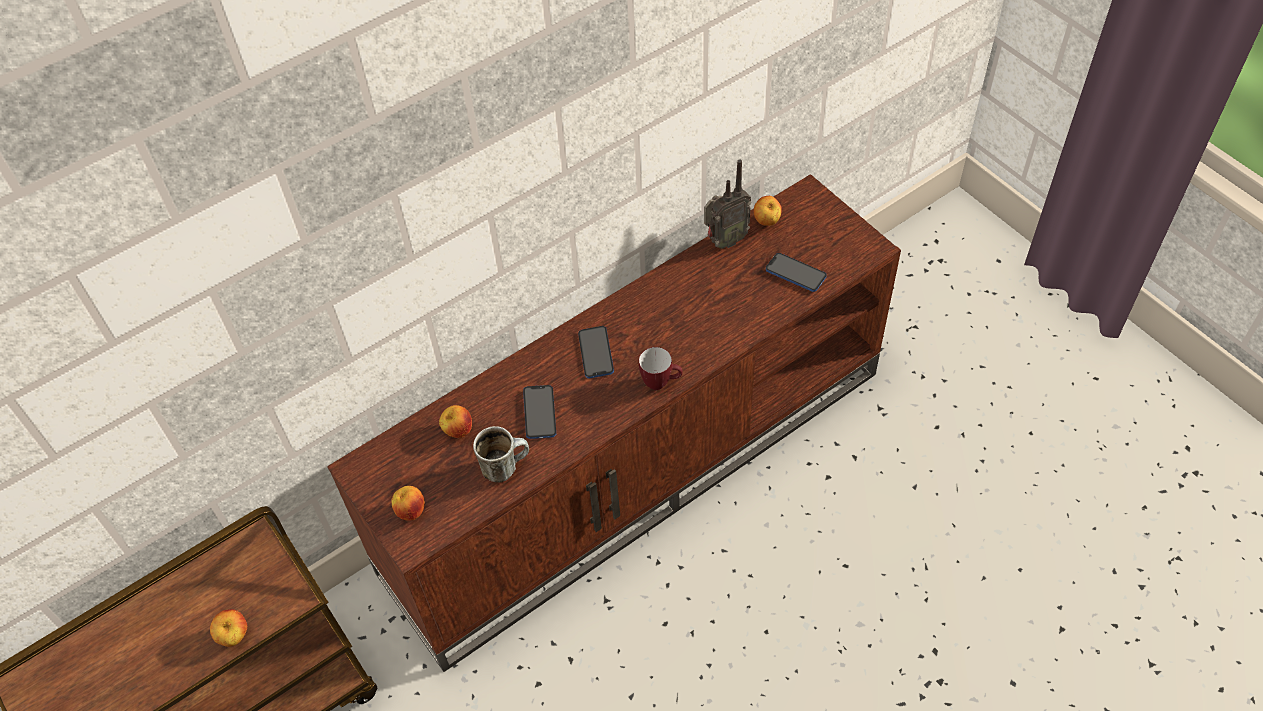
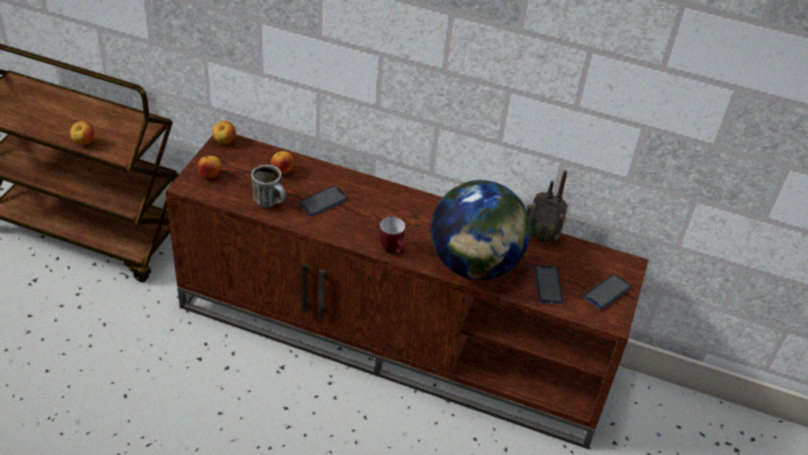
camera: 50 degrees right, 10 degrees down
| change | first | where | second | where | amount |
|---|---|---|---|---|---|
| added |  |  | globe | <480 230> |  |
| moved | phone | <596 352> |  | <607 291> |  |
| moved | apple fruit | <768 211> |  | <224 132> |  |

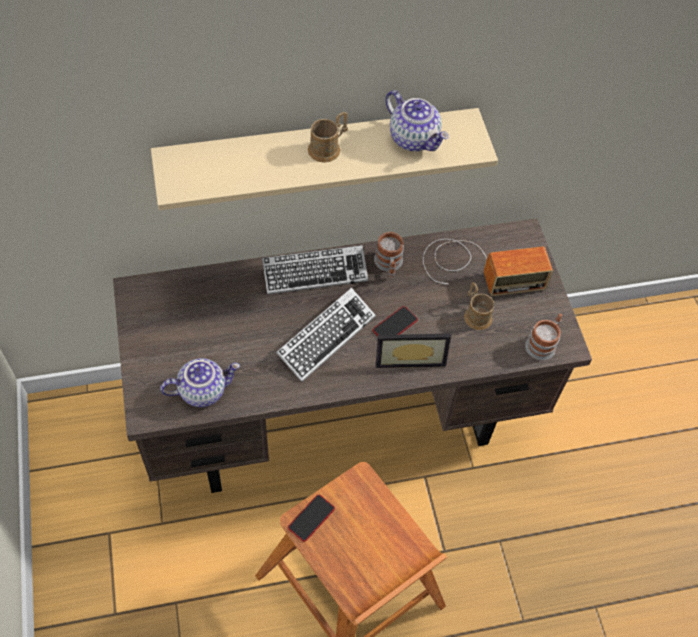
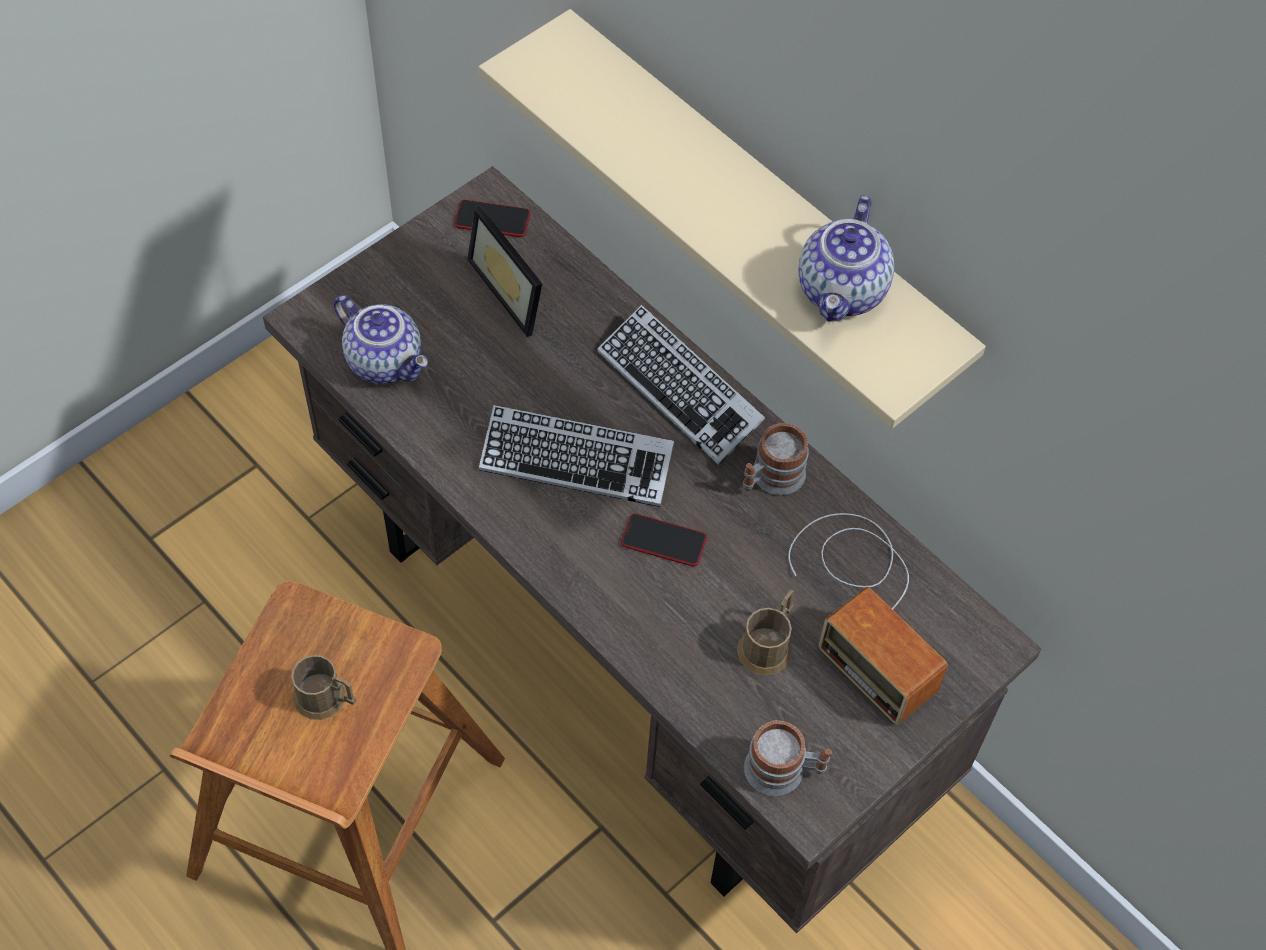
camera: 60 degrees right, 0 degrees up
| change | first | where | second | where | amount |
|---|---|---|---|---|---|
| moved | phone | <311 518> |  | <492 218> |  |
| moved | brown tea mug | <328 137> |  | <323 687> |  |
| moved | standing frame | <413 351> |  | <504 271> |  |

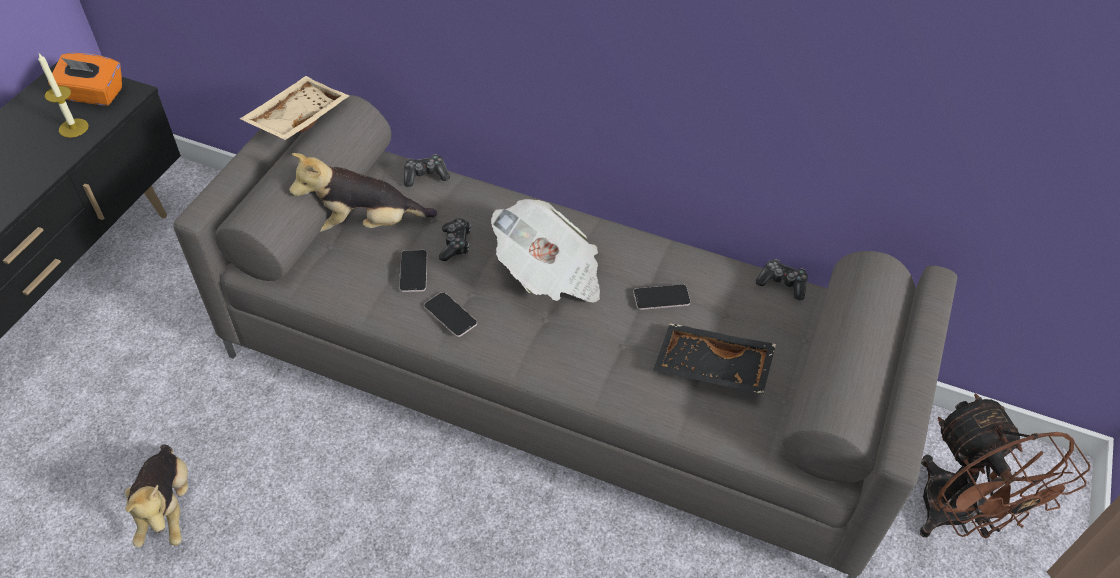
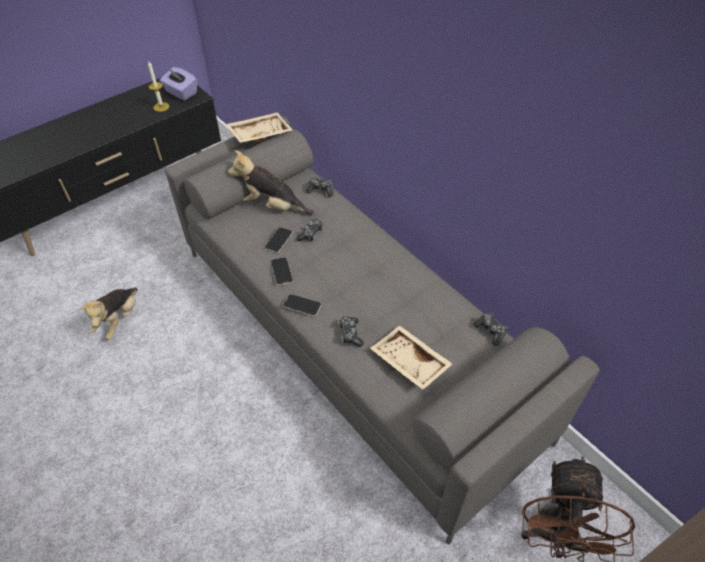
camera: 30 degrees right, 0 degrees up
| change | first | where | second | where | amount |
|---|---|---|---|---|---|
| removed | daily paper | <545 251> |  |  |  |
| added |  |  | game controller | <351 331> |  |
| moved | phone | <662 297> |  | <302 305> |  |
| recoloured | orange box of tissues | <85 79> | purplish box of tissues | <178 84> |  |
| recoloured | black tray | <714 358> | beige-coloured tray | <411 358> |  |

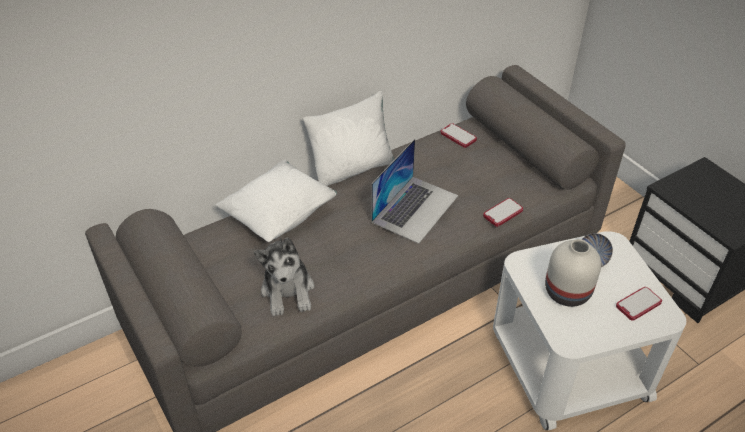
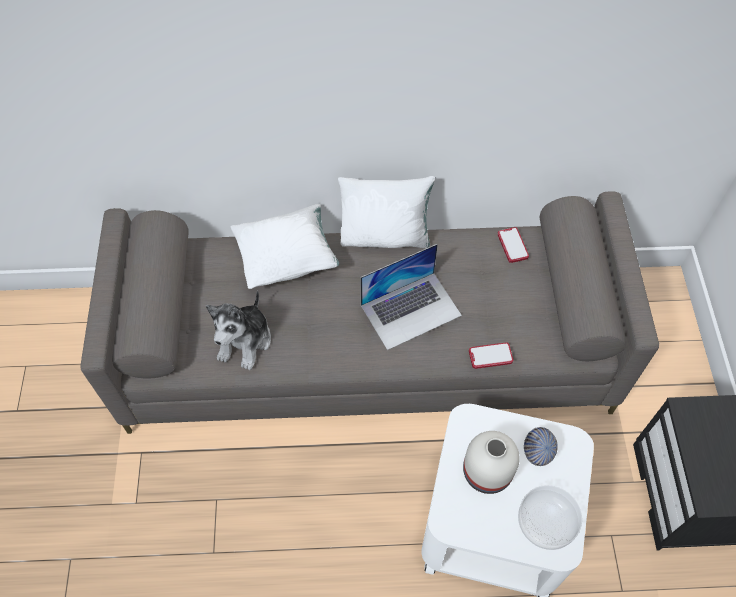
camera: 30 degrees right, 15 degrees up
| change | first | where | second | where | amount |
|---|---|---|---|---|---|
| replaced | phone | <639 304> | bowl | <550 517> |  |

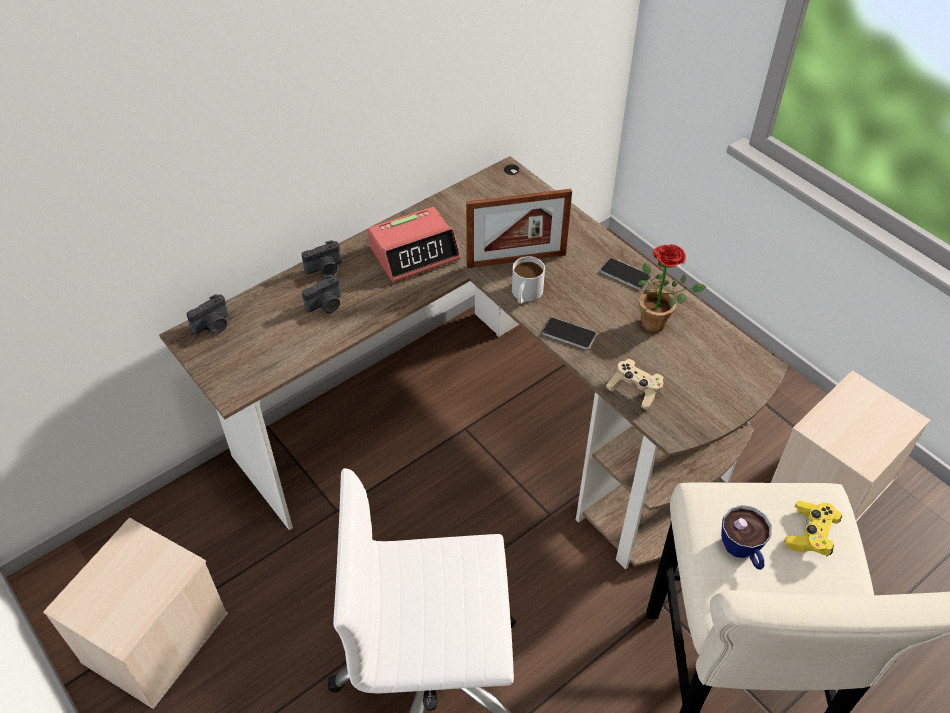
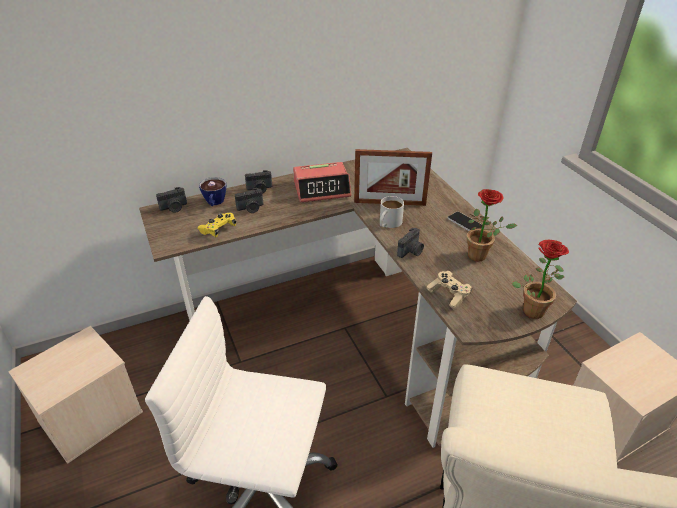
camera: 15 degrees right, 10 degrees down
| change | first | where | second | where | amount |
|---|---|---|---|---|---|
| added |  |  | plant in a pot | <540 279> |  |
| moved | drinking cup | <746 537> |  | <212 191> |  |
| moved | yellowish game controller | <813 528> |  | <217 225> |  |
| replaced | phone | <569 333> | photo camera | <410 243> |  |

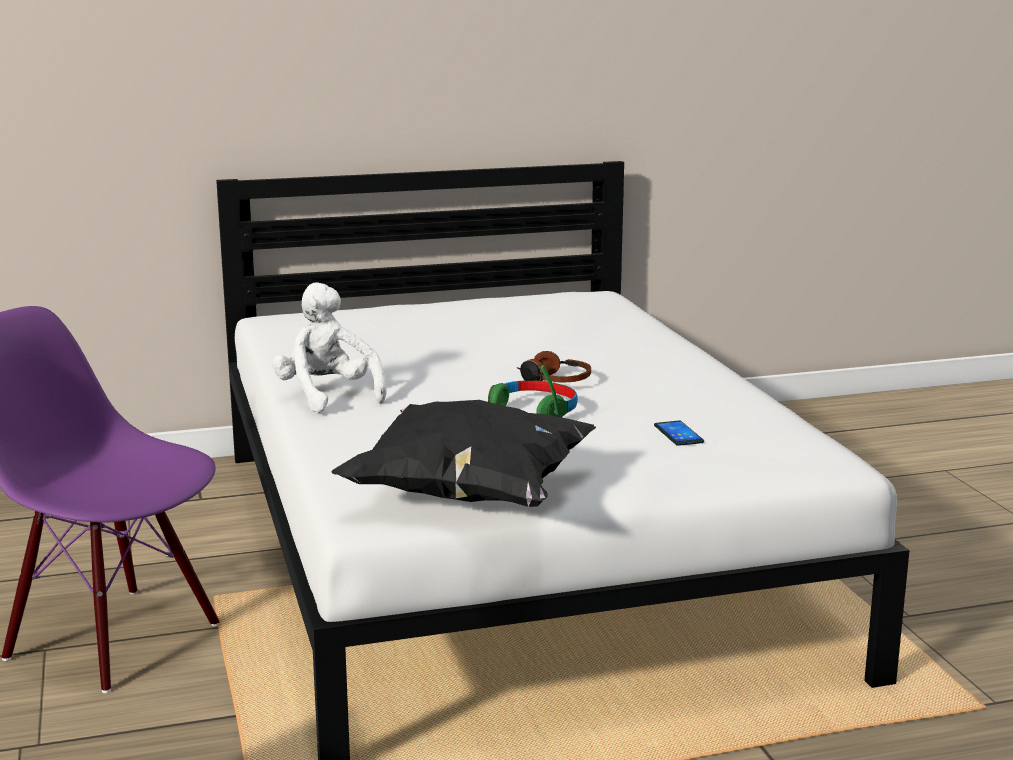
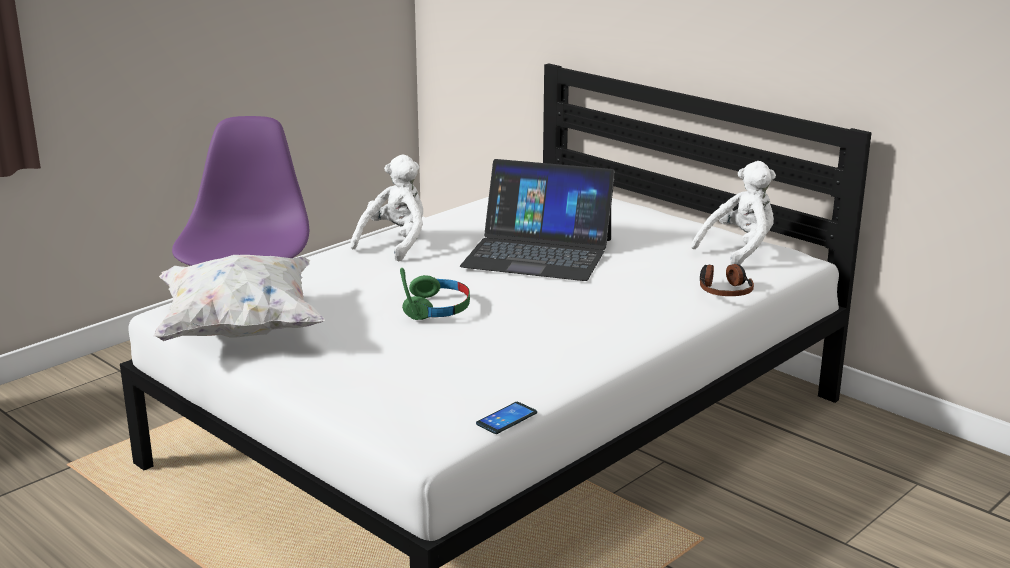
camera: 60 degrees right, 5 degrees up
| change | first | where | second | where | amount |
|---|---|---|---|---|---|
| added |  |  | notebook computer | <537 220> |  |
| added |  |  | white plush toy | <733 213> |  |
| moved | headphones | <553 366> |  | <727 280> |  |
| moved | phone | <679 433> |  | <506 418> |  |
| recoloured | black pillow | <464 453> | white pillow | <239 298> |  |

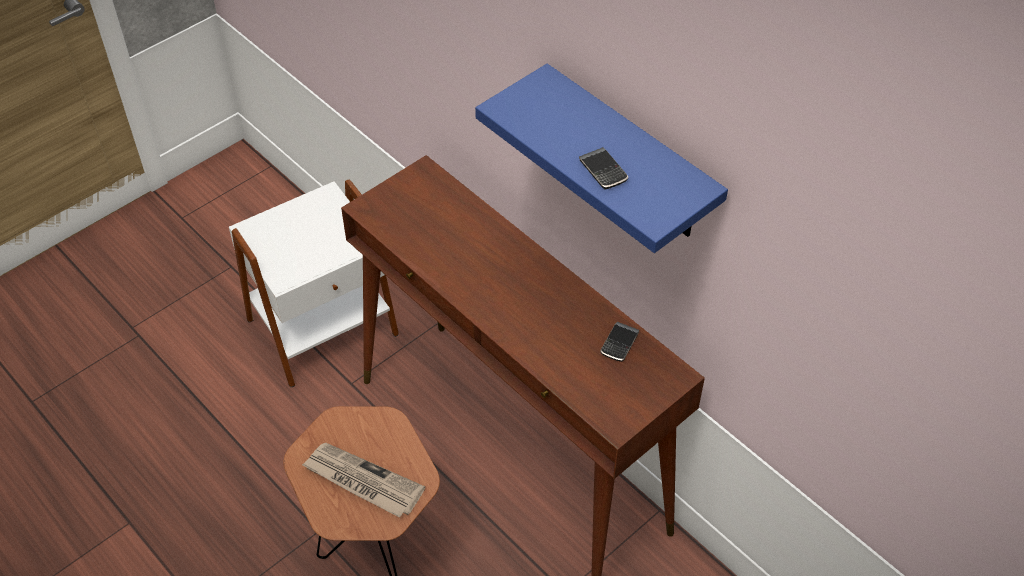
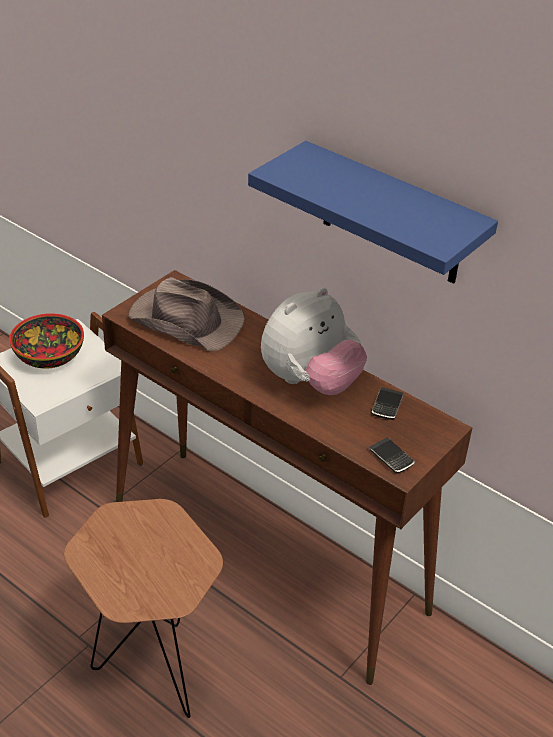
camera: 10 degrees left, 10 degrees down
| change | first | where | second | where | amount |
|---|---|---|---|---|---|
| removed | daily paper | <363 480> |  |  |  |
| added |  |  | bowl | <46 341> |  |
| added |  |  | brown wearable hat | <186 314> |  |
| added |  |  | plush toy | <314 341> |  |
| moved | phone | <603 168> |  | <392 456> |  |

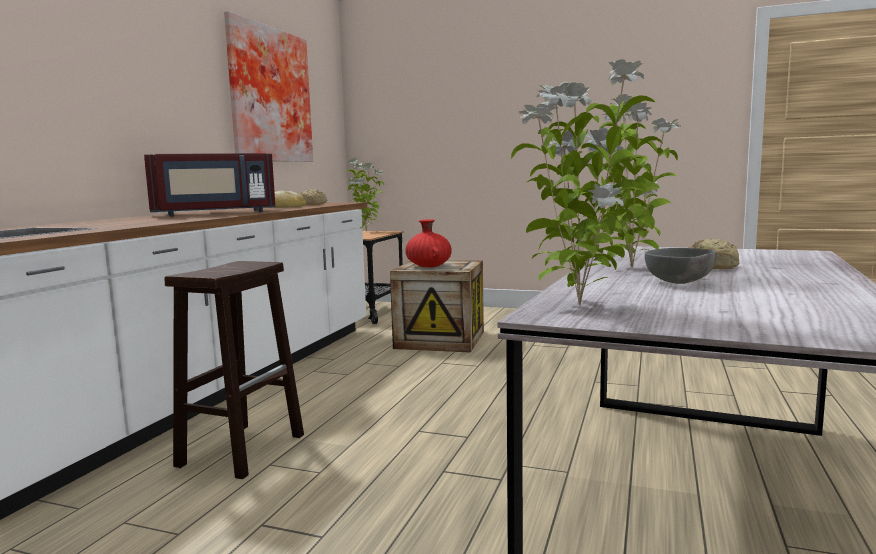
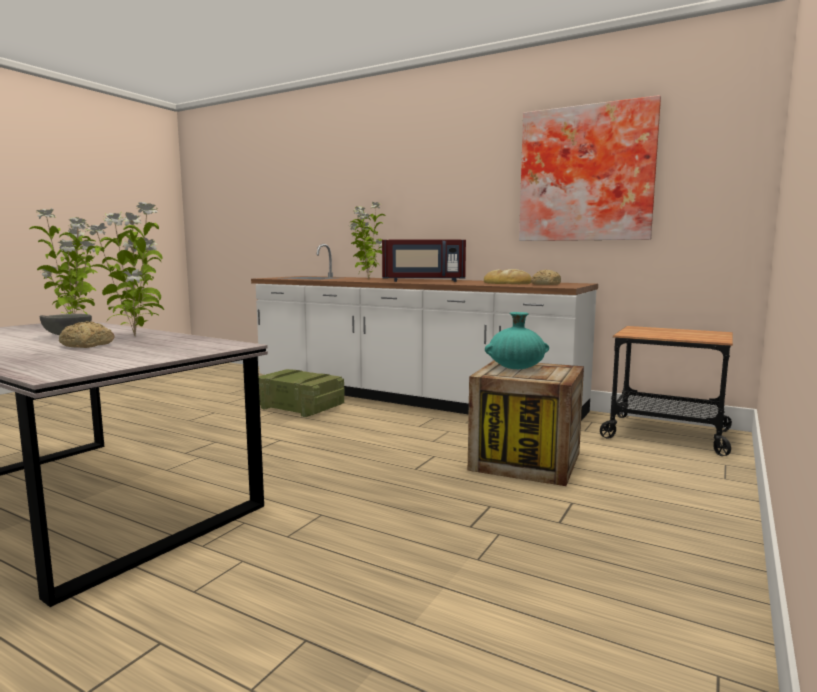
camera: 100 degrees right, 0 degrees up
| change | first | where | second | where | amount |
|---|---|---|---|---|---|
| moved | plant in a pot | <365 194> |  | <367 241> |  |
| replaced | brown stool seat | <234 370> | packing crate | <302 393> |  |
| recoloured | reddish vase | <428 243> | blue-green vase | <517 340> |  |
| turned | reddish kitchen microwave | <210 184> |  | <424 260> | 75 degrees counterclockwise |

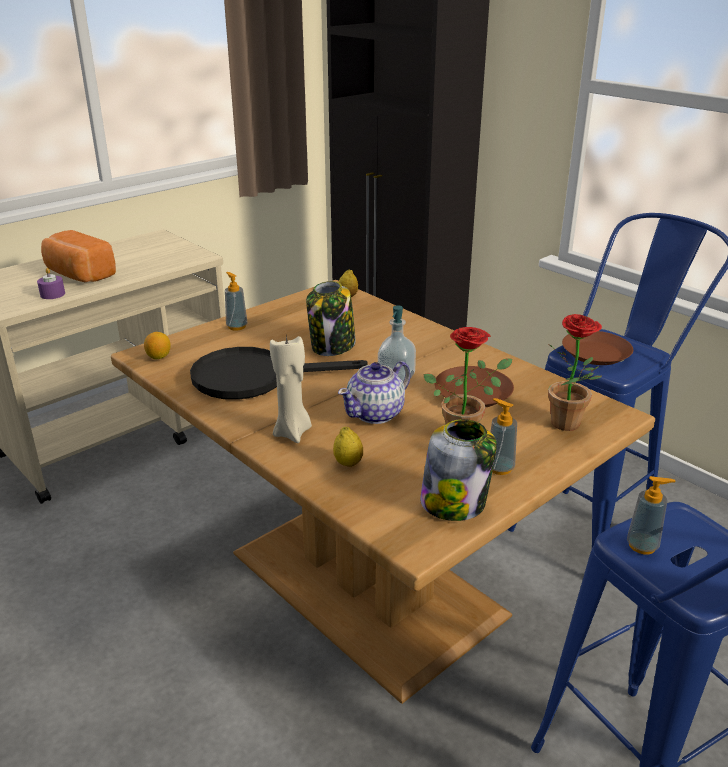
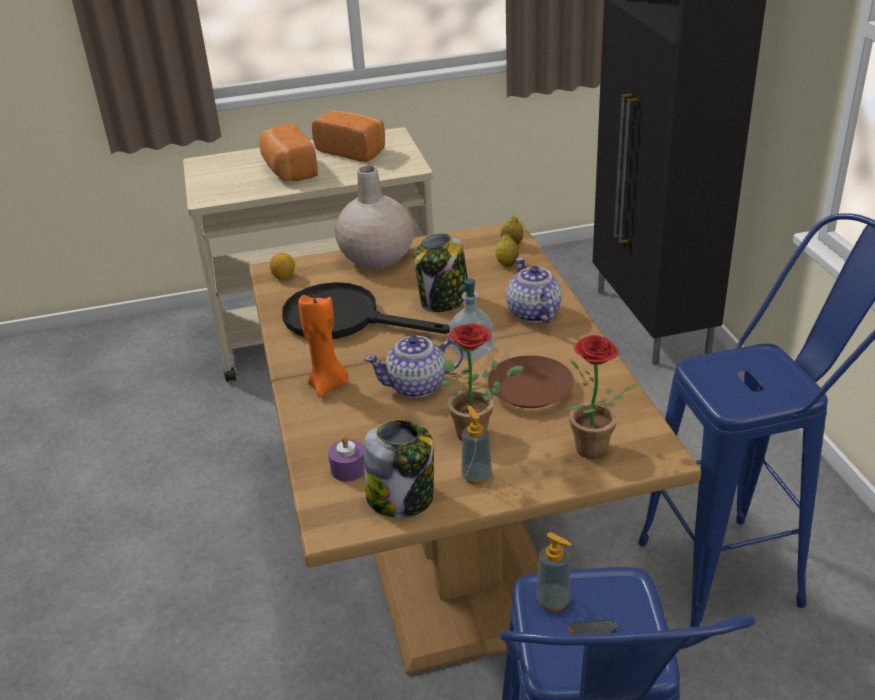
camera: 30 degrees right, 5 degrees up
| change | first | where | second | where | amount |
|---|---|---|---|---|---|
| removed | brown plate | <597 348> |  |  |  |
| added |  |  | bakery bread | <348 136> |  |
| added |  |  | pot for tea | <534 290> |  |
| moved | purplish candle | <51 283> |  | <346 458> |  |
| moved | citrus fruit | <348 447> |  | <507 250> |  |
| replaced | liquid soap bottle | <236 301> | beige-coloured vase | <374 217> |  |
| recoloured | beige-coloured candle | <291 389> | orange candle | <323 346> |  |

